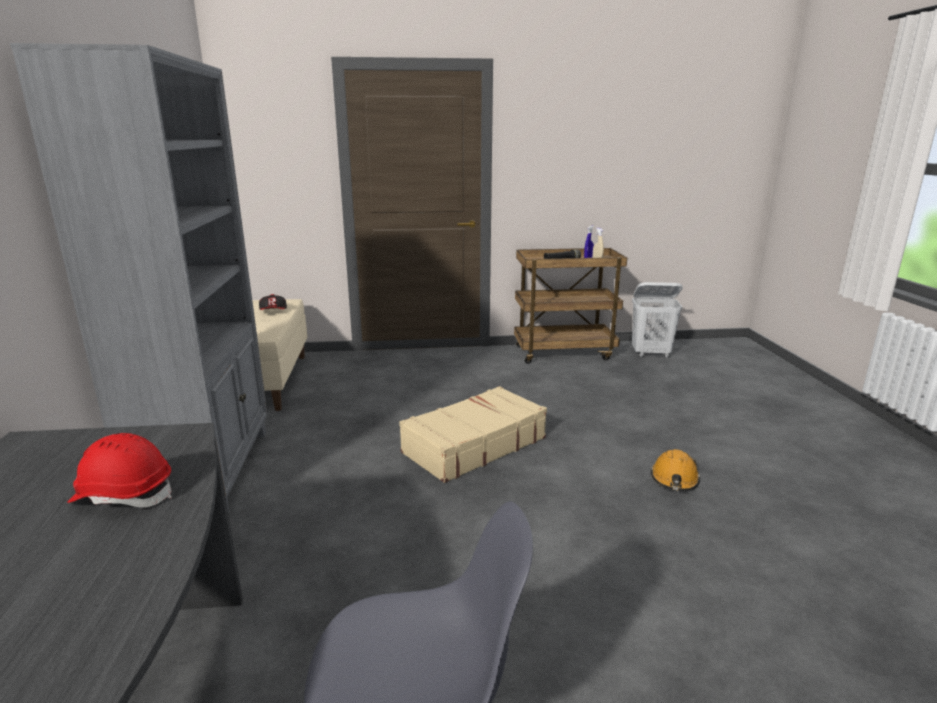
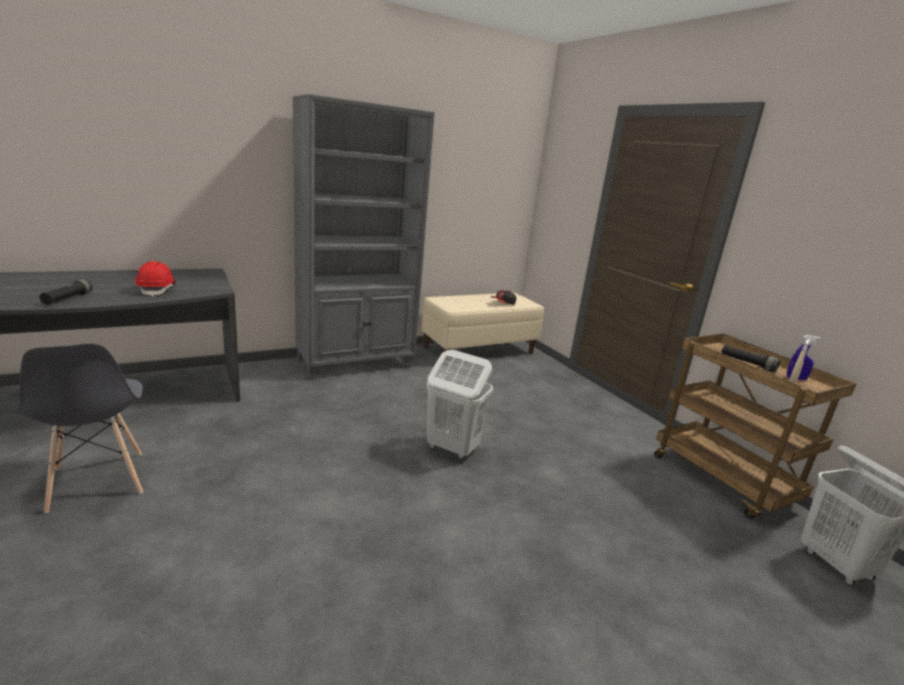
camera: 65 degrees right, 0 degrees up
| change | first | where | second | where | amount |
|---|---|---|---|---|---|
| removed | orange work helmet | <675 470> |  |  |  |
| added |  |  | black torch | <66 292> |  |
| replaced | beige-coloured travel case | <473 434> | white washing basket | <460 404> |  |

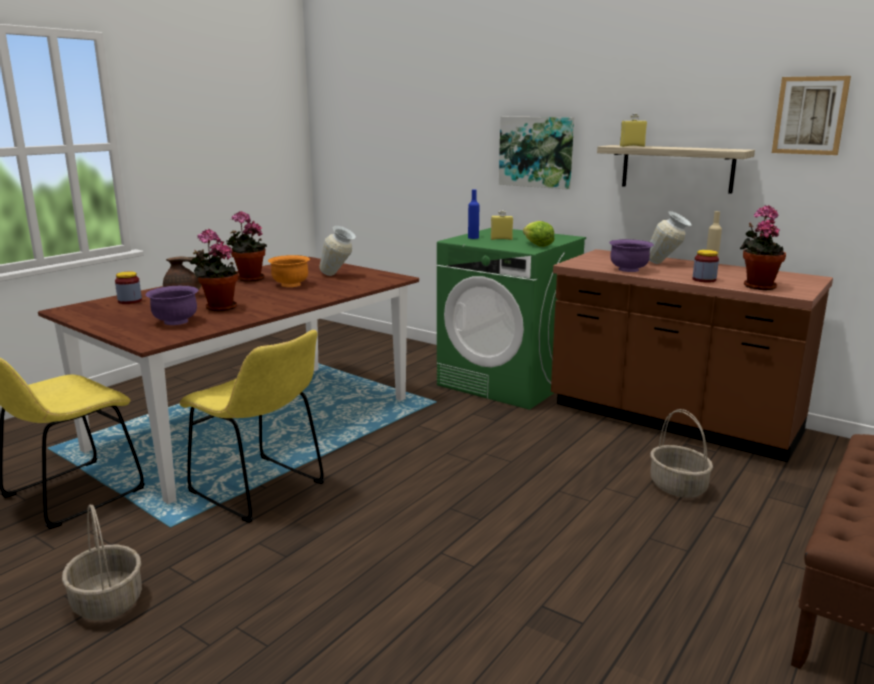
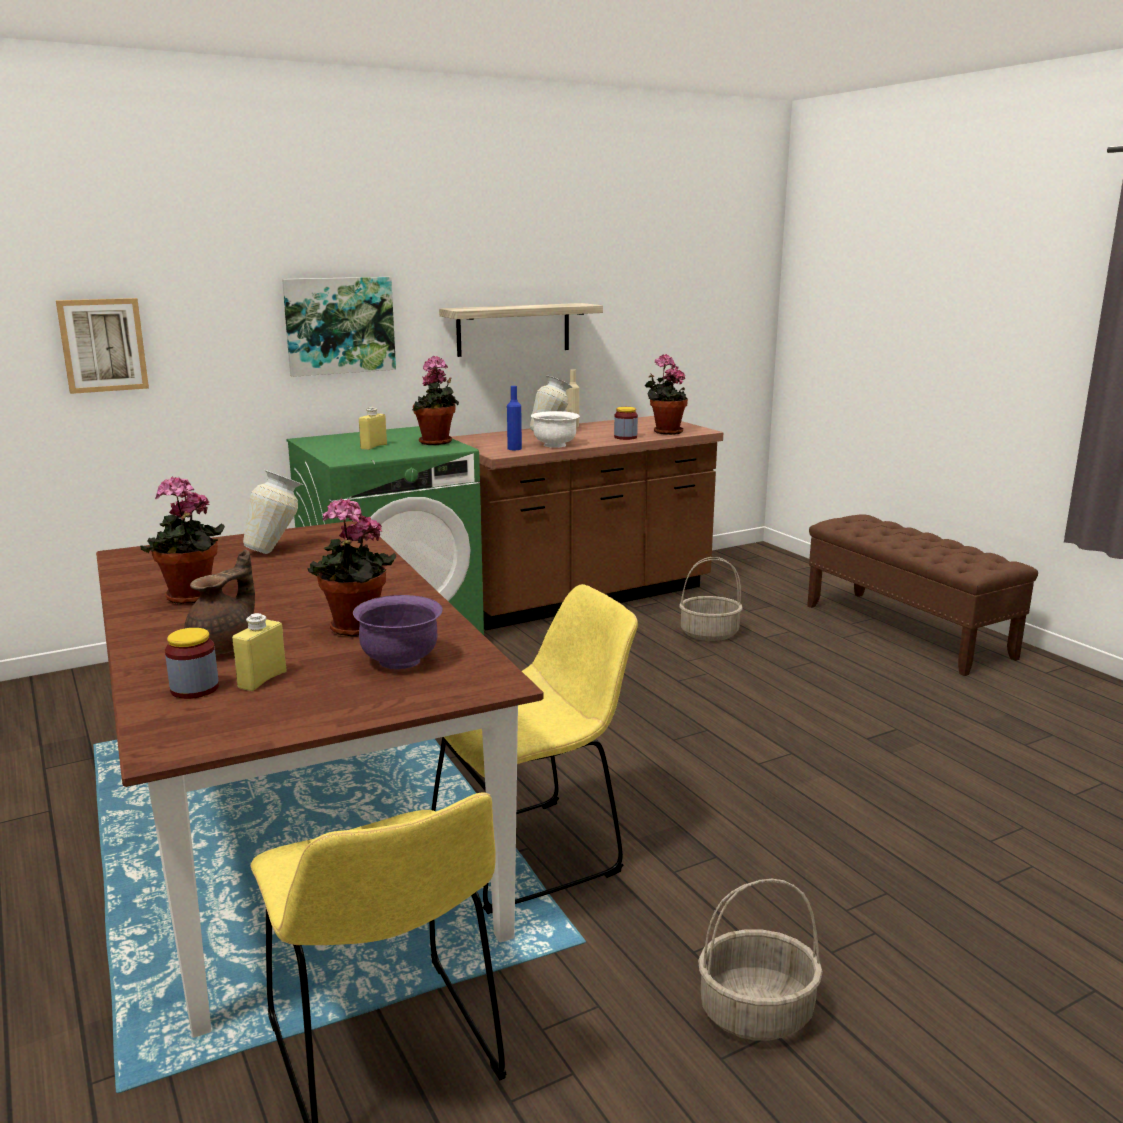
camera: 65 degrees left, 0 degrees up
| change | first | where | second | where | amount |
|---|---|---|---|---|---|
| removed | orange bowl | <289 271> |  |  |  |
| moved | bluish drink bottle | <473 214> |  | <514 418> |  |
| moved | yellowish drink bottle | <633 130> |  | <259 652> |  |
| moved | wall picture | <811 115> |  | <102 346> |  |
| replaced | lettuce head | <538 234> | plant in a pot | <435 400> |  |
| recoloured | purplish bowl | <631 255> | white bowl | <555 429> |  |

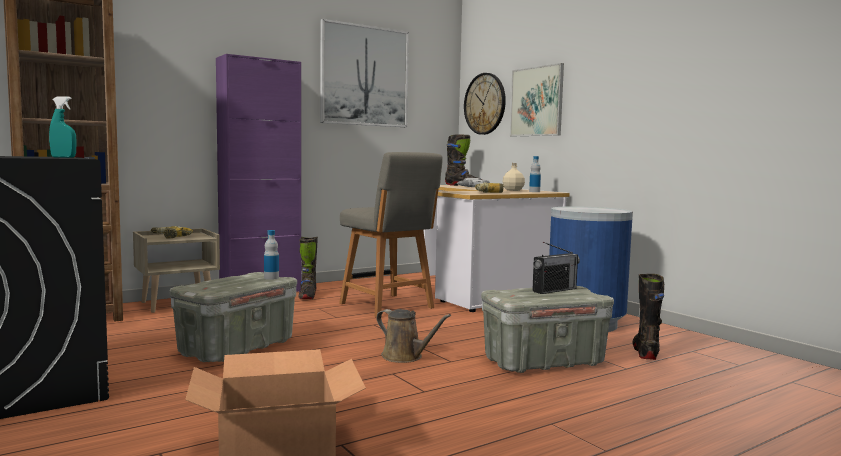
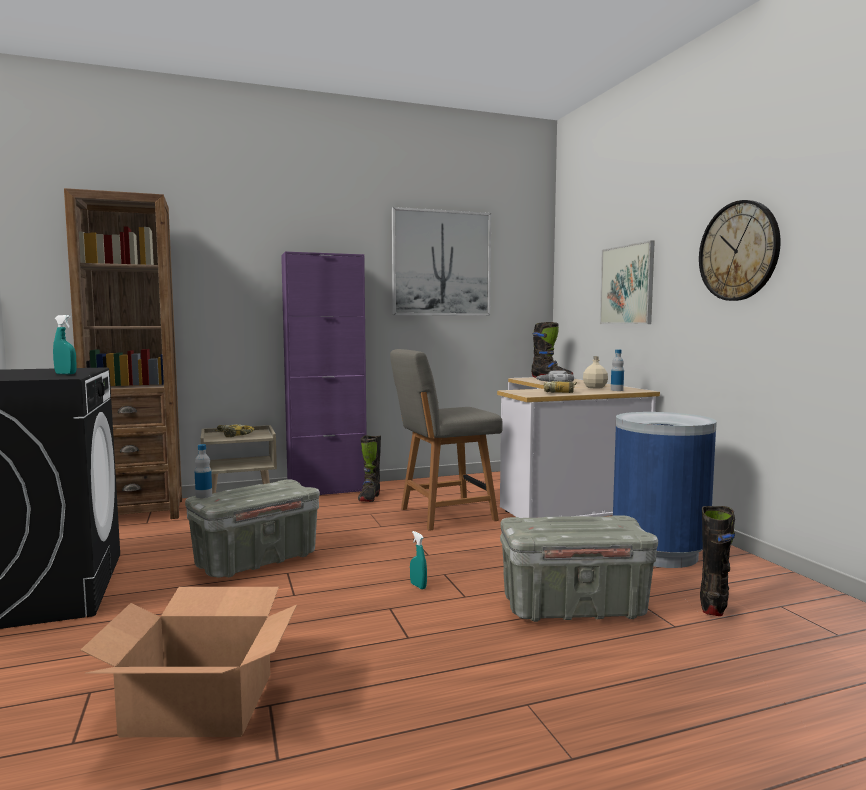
camera: 15 degrees right, 0 degrees up
| change | first | where | second | where | amount |
|---|---|---|---|---|---|
| removed | radio | <556 268> |  |  |  |
| moved | drink bottle | <271 255> |  | <203 471> |  |
| moved | wall clock | <485 104> |  | <740 250> |  |
| replaced | brown watering pot | <413 336> | blue-green spray bottle | <418 560> |  |
| turned | grey chair | <391 235> |  | <446 440> | 90 degrees clockwise |

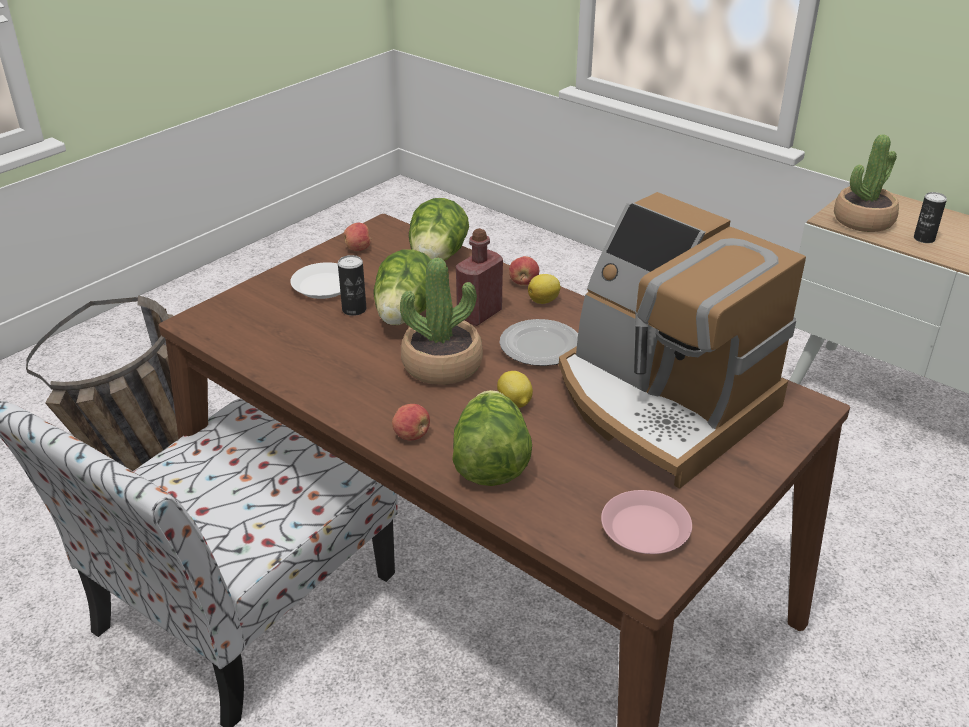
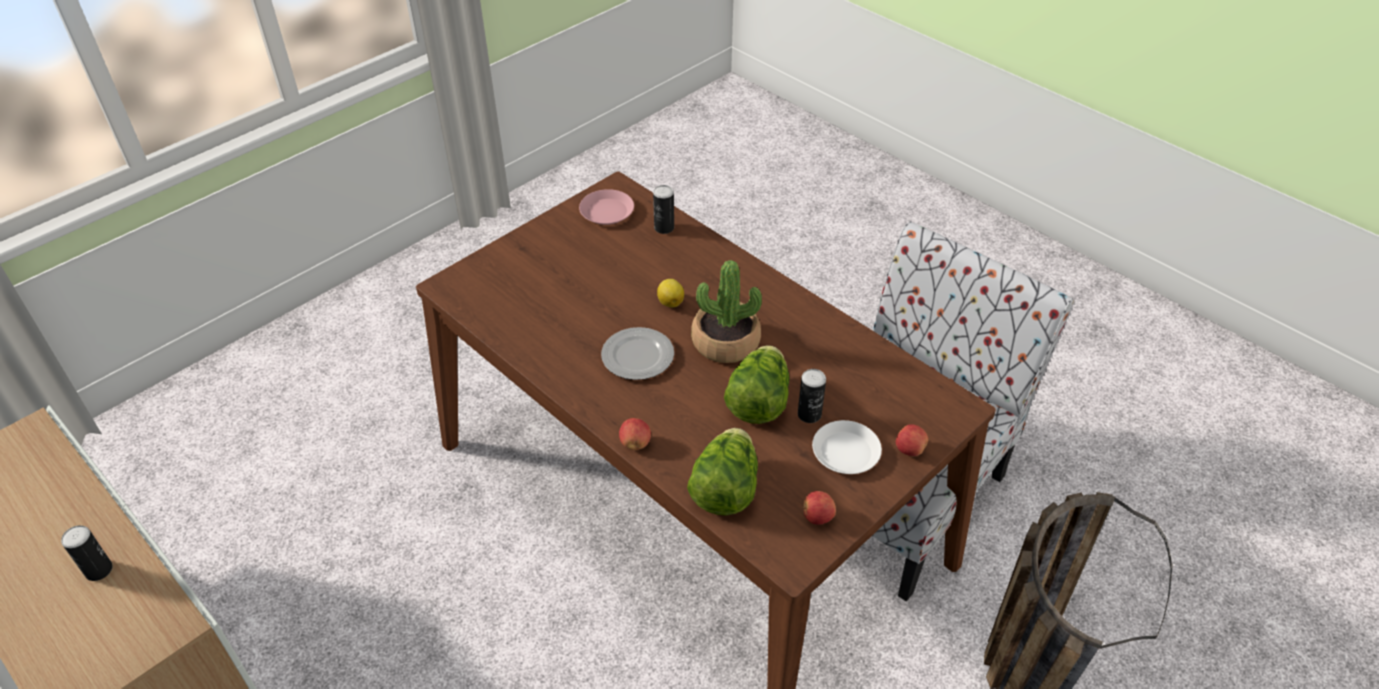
camera: 175 degrees left, 10 degrees up
| change | first | where | second | where | amount |
|---|---|---|---|---|---|
| removed | lettuce head | <492 438> |  |  |  |
| removed | reddish drink bottle | <479 277> |  |  |  |
| removed | citrus fruit | <544 289> |  |  |  |
| removed | coffee brewer | <682 340> |  |  |  |
| removed | plant in a pot | <866 183> |  |  |  |
| added |  |  | sealed can | <663 209> |  |
| moved | apple fruit | <411 422> |  | <912 440> |  |

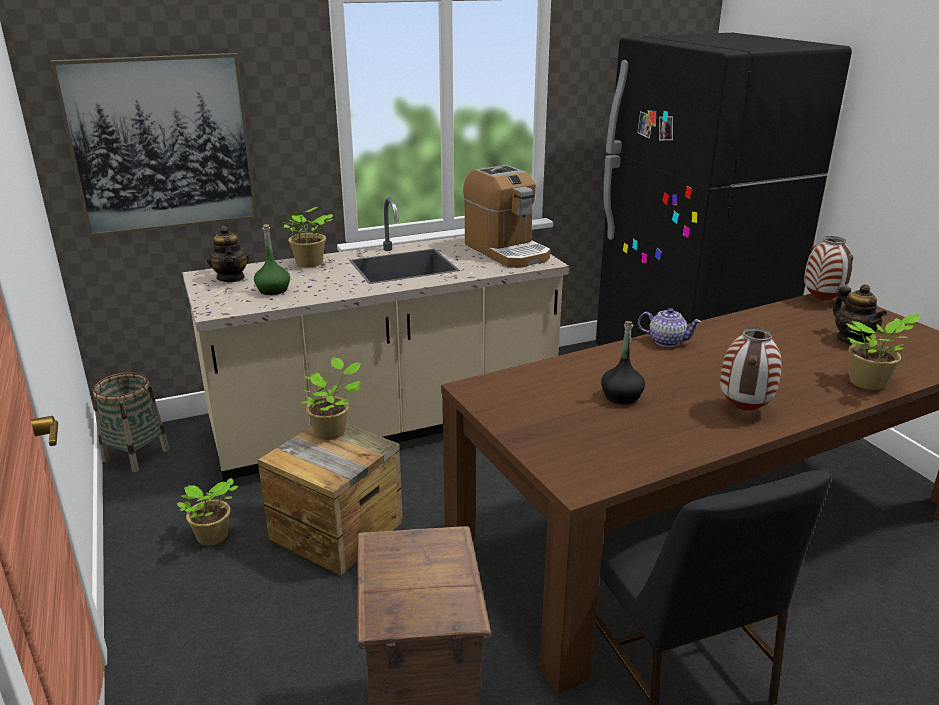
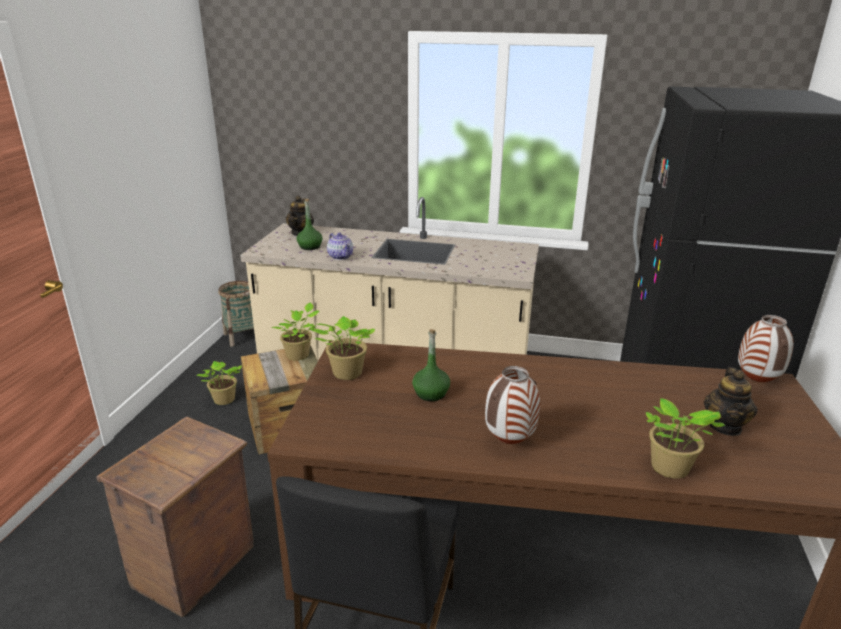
camera: 35 degrees right, 0 degrees up
| change | first | where | second | where | amount |
|---|---|---|---|---|---|
| removed | wall picture | <154 145> |  |  |  |
| removed | coffee brewer | <506 216> |  |  |  |
| moved | plant in a pot | <308 237> |  | <343 348> |  |
| moved | pot for tea | <669 327> |  | <340 246> |  |
| recoloured | black drink bottle | <623 363> | greenish drink bottle | <431 365> |  |

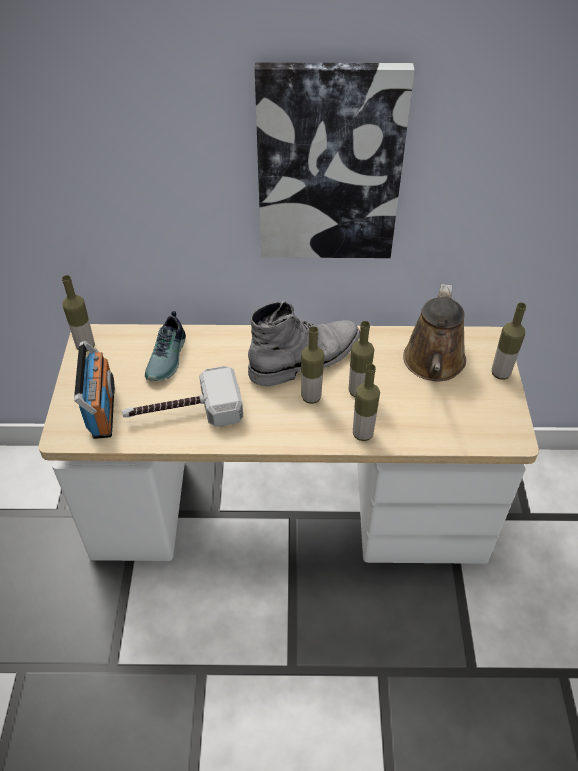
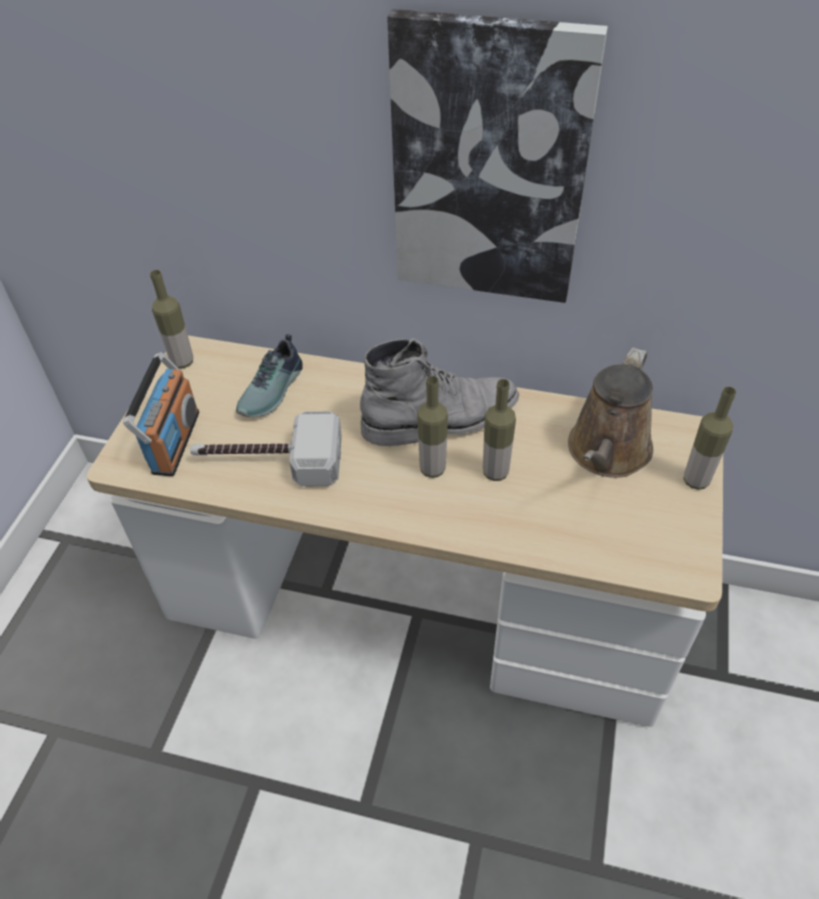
camera: 15 degrees right, 0 degrees up
| change | first | where | second | where | amount |
|---|---|---|---|---|---|
| removed | drink bottle | <366 402> |  |  |  |

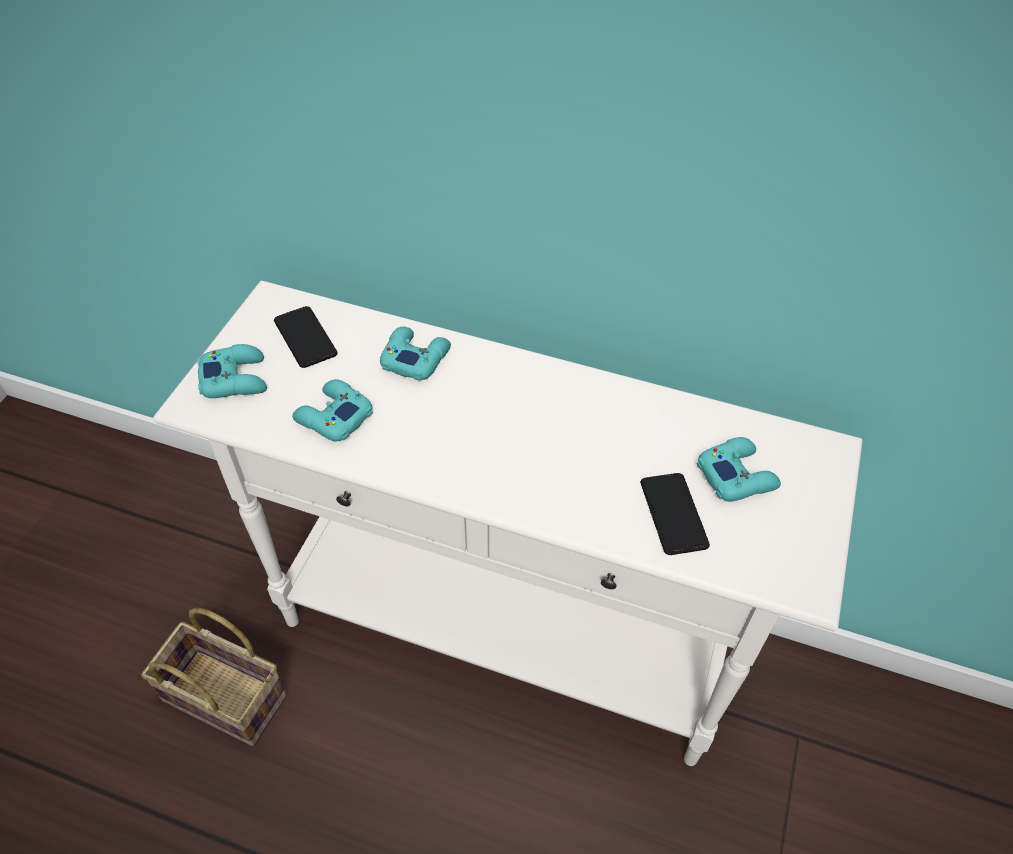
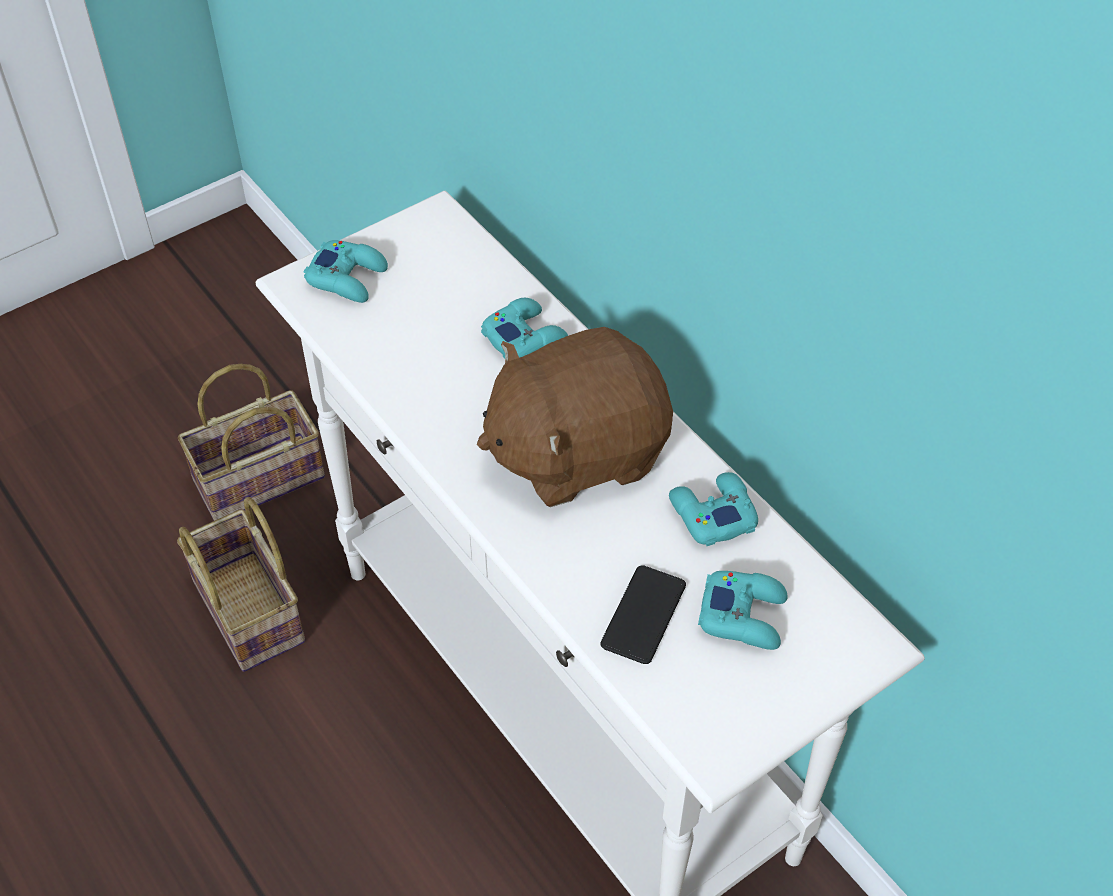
camera: 35 degrees right, 0 degrees up
| change | first | where | second | where | amount |
|---|---|---|---|---|---|
| removed | phone | <306 337> |  |  |  |
| added |  |  | basket | <251 442> |  |
| added |  |  | brown plush toy | <575 417> |  |
| moved | blue-green game controller | <332 410> |  | <713 509> |  |

